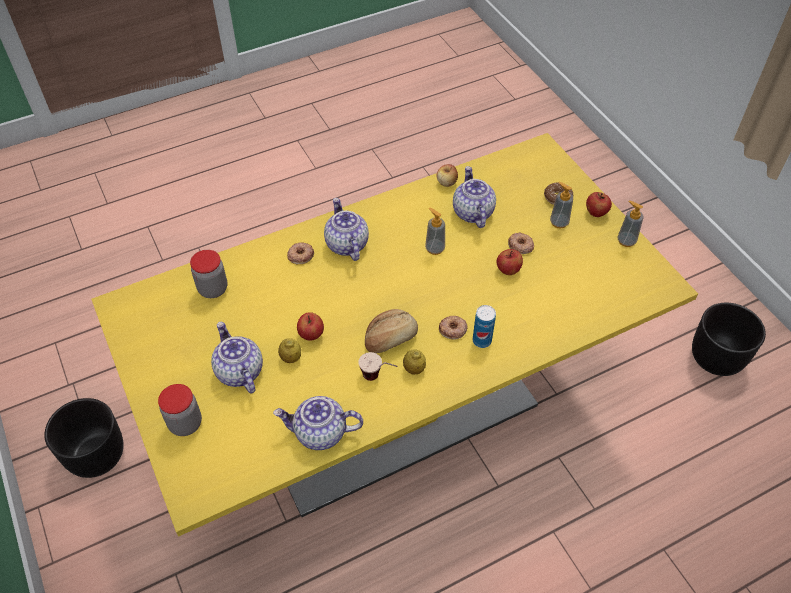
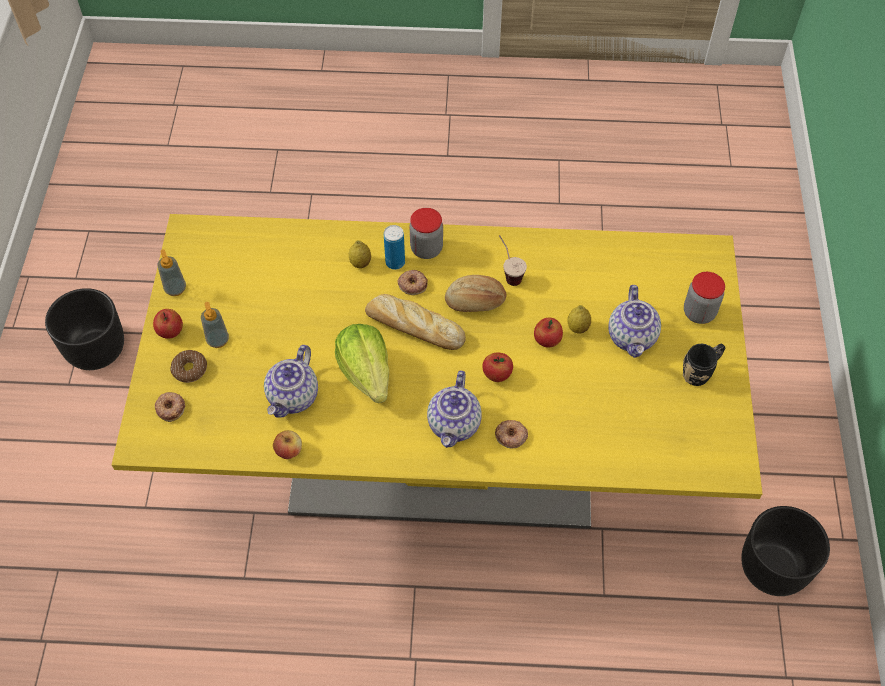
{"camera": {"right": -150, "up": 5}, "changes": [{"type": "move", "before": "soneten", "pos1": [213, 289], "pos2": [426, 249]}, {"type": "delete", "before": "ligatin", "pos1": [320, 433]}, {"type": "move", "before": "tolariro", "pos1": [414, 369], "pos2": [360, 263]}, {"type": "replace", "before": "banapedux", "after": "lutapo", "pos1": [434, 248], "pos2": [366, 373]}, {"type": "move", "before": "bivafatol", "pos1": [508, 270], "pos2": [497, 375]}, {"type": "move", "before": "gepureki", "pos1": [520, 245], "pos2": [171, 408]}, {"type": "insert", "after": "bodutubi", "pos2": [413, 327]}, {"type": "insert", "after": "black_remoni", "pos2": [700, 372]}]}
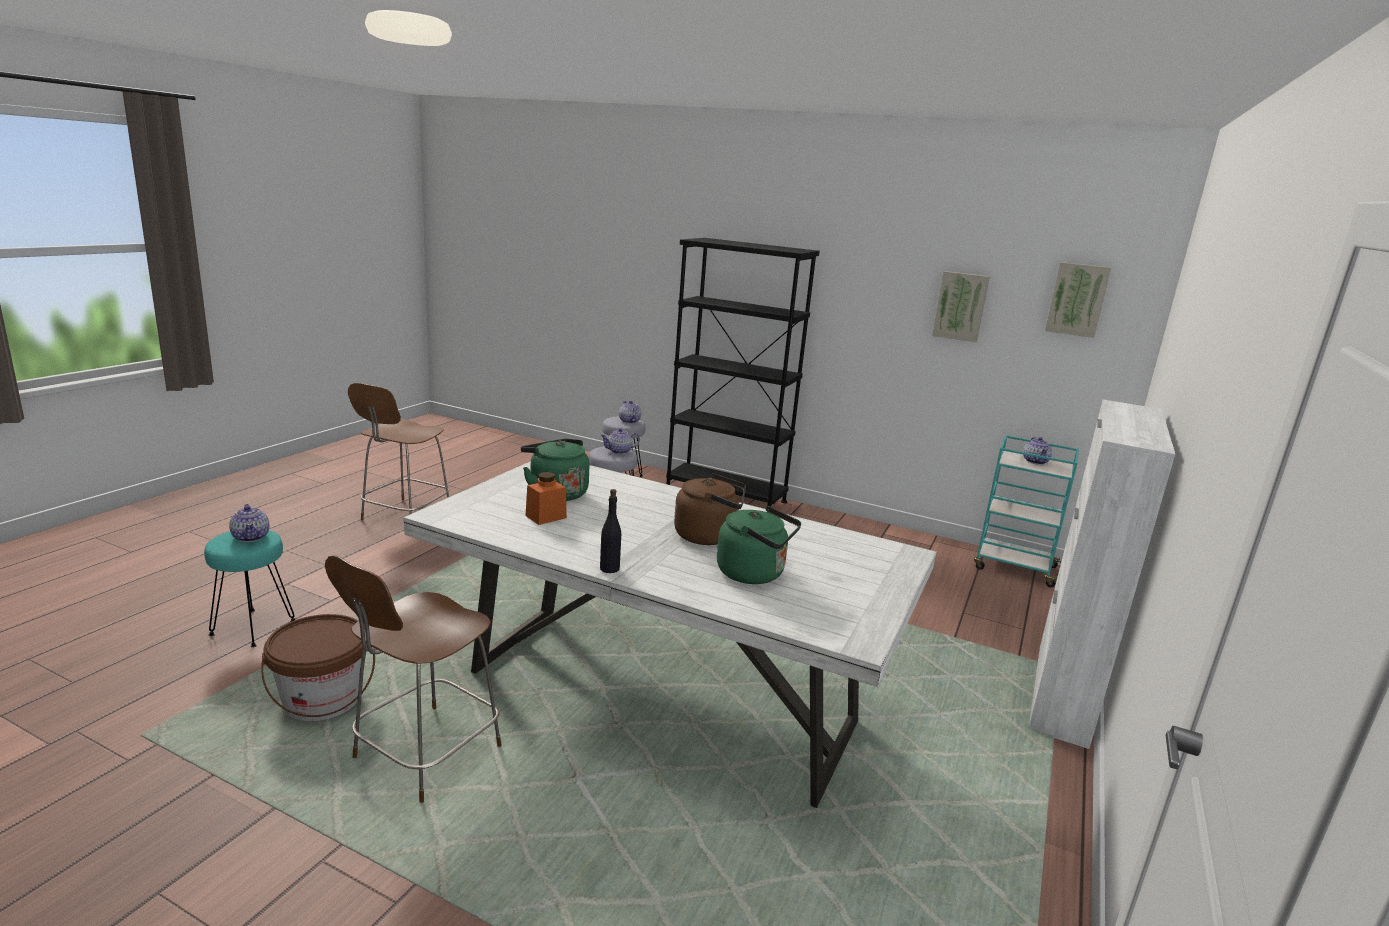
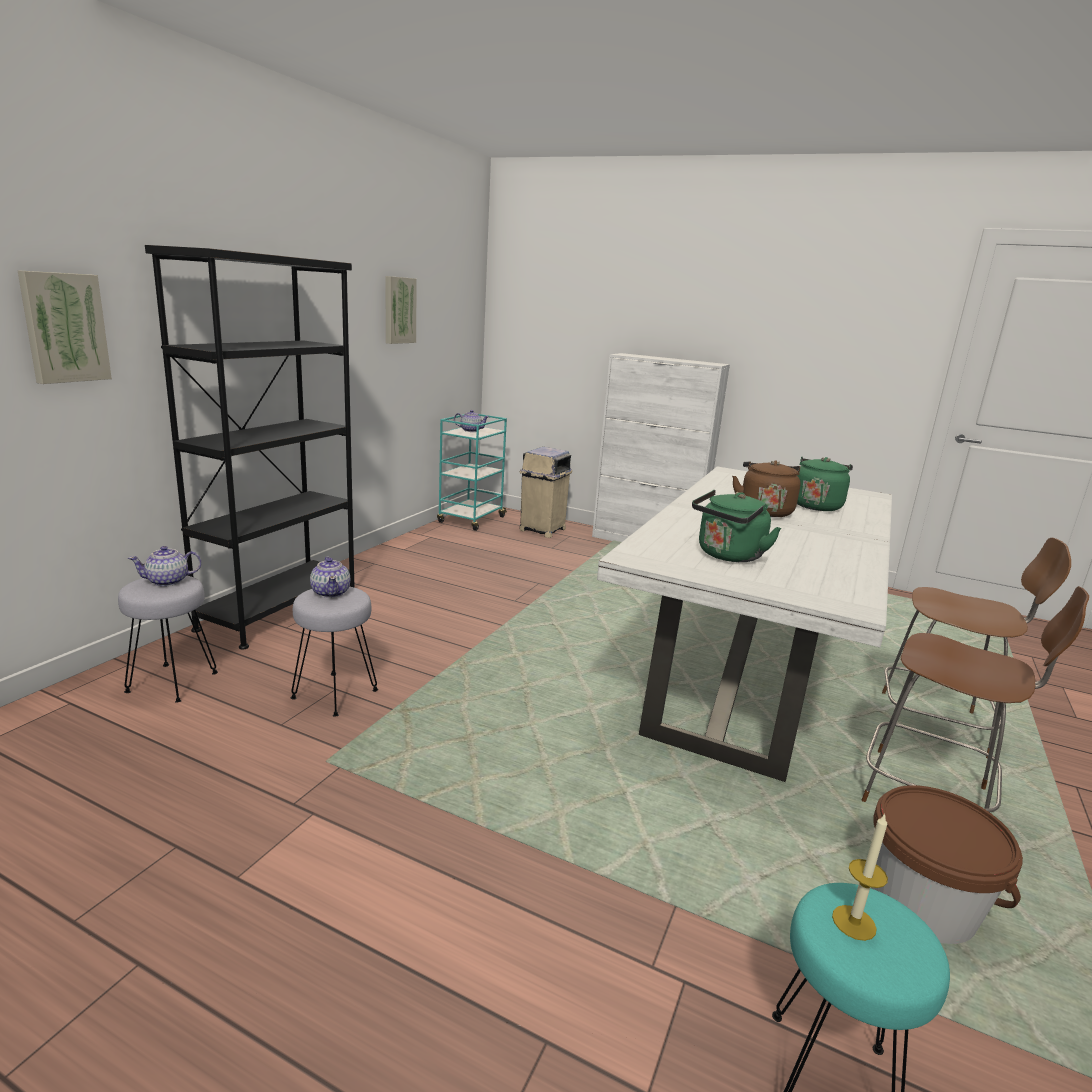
{"camera": {"right": -90, "up": 0}, "changes": [{"type": "replace", "before": "ligatin", "after": "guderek", "pos1": [251, 537], "pos2": [854, 922]}, {"type": "move", "before": "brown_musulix", "pos1": [404, 517], "pos2": [937, 726]}, {"type": "delete", "before": "orange_soneten", "pos1": [546, 517]}, {"type": "delete", "before": "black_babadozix", "pos1": [610, 568]}, {"type": "move", "before": "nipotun", "pos1": [1077, 299], "pos2": [64, 327]}, {"type": "insert", "after": "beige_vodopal", "pos2": [542, 530]}]}
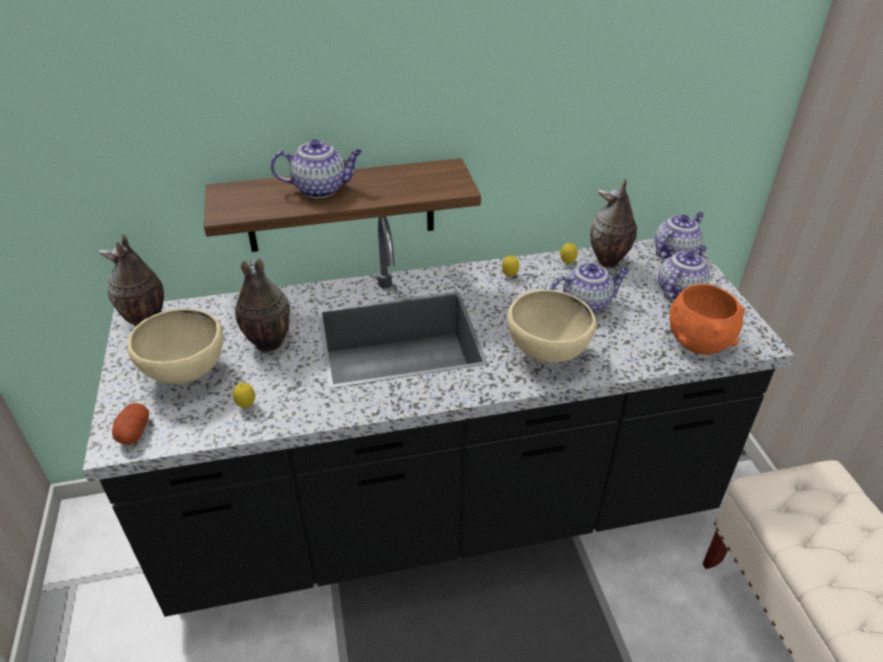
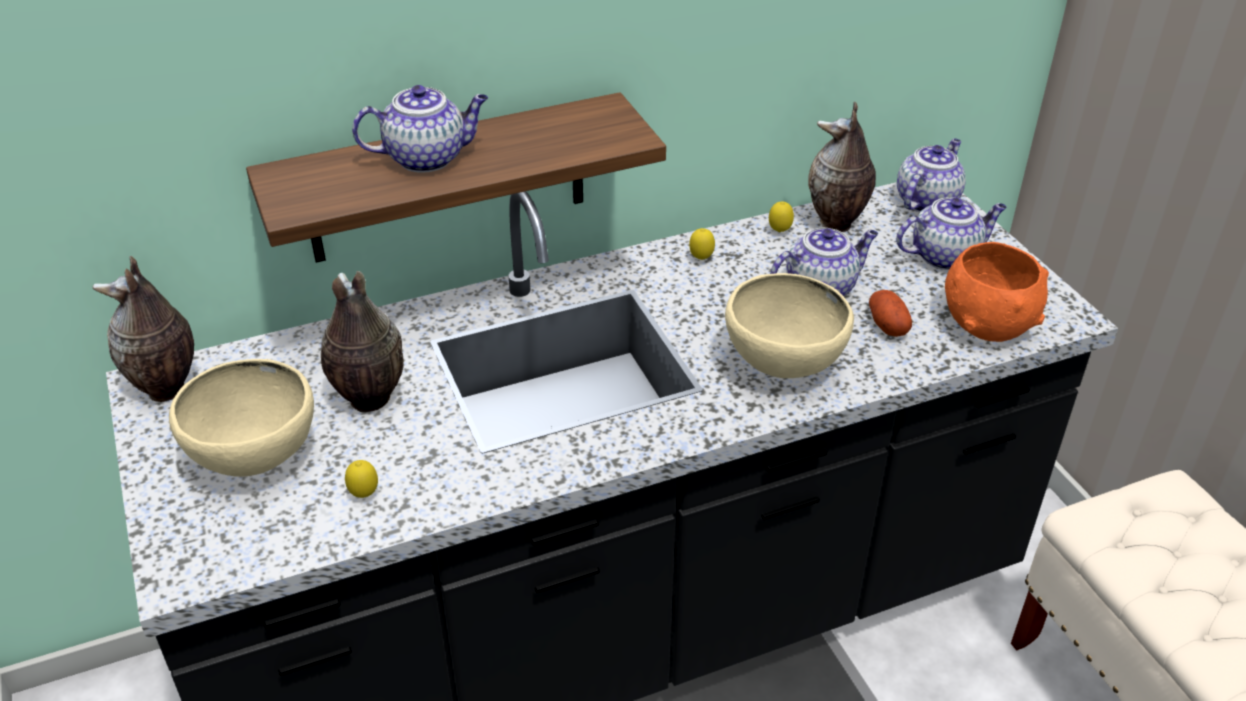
{"camera": {"right": -10, "up": 0}, "changes": [{"type": "move", "before": "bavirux", "pos1": [134, 431], "pos2": [887, 325]}, {"type": "rotate", "before": "ligatin", "pos1": [679, 291], "pos2": [945, 255], "turn": 45}]}
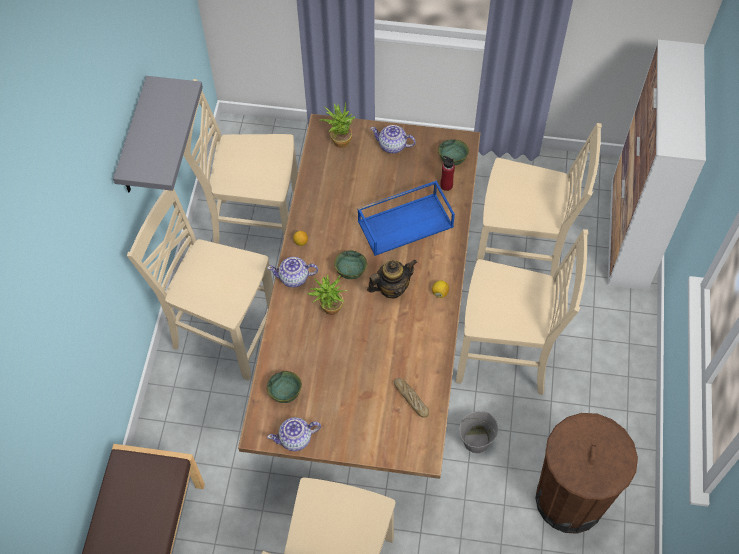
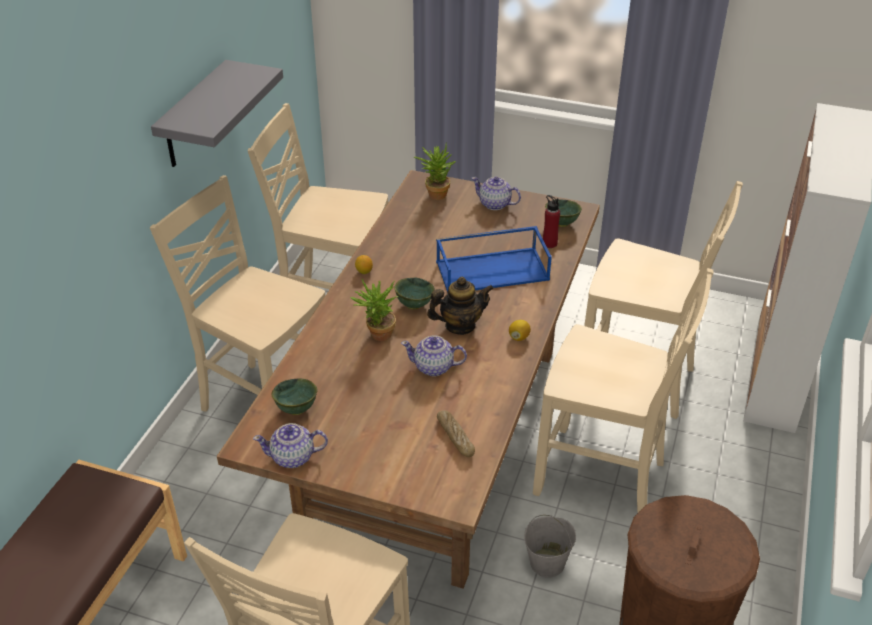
{"camera": {"right": 10, "up": -20}, "changes": [{"type": "move", "before": "ligatin", "pos1": [294, 278], "pos2": [434, 367]}]}
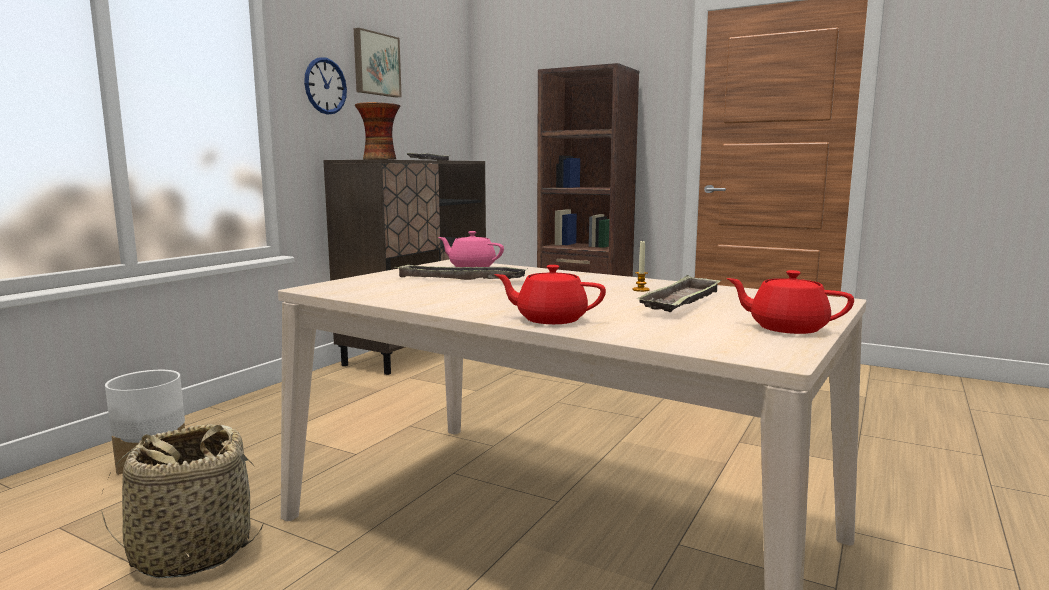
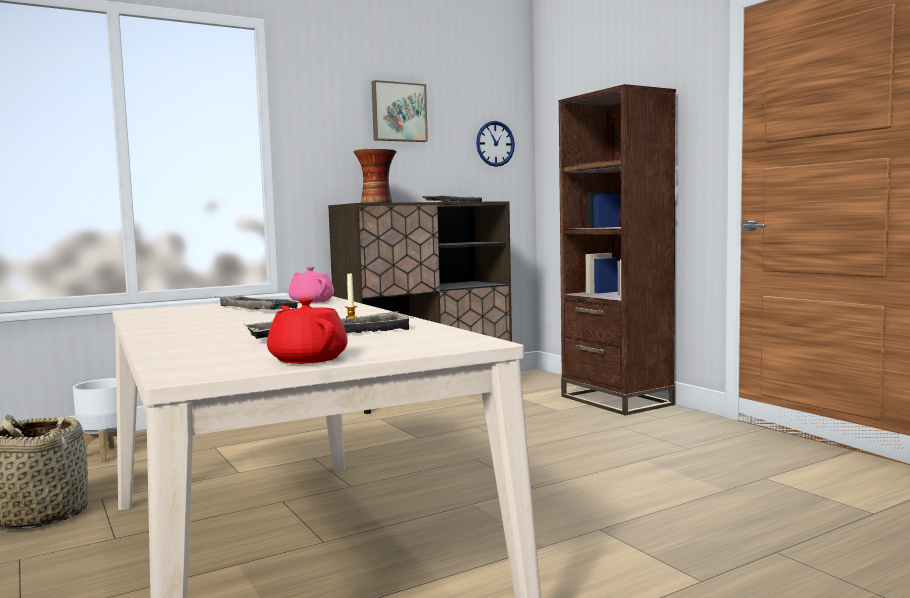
{"camera": {"right": 30, "up": -5}, "changes": [{"type": "move", "before": "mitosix", "pos1": [325, 86], "pos2": [495, 143]}, {"type": "delete", "before": "red_ligatin", "pos1": [550, 319]}]}
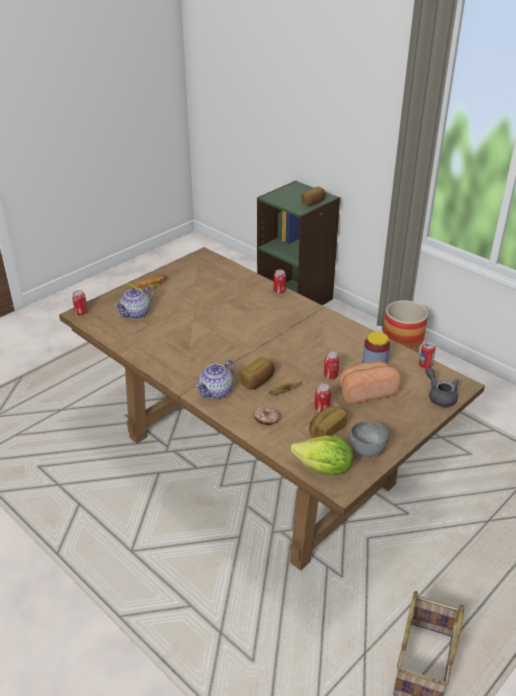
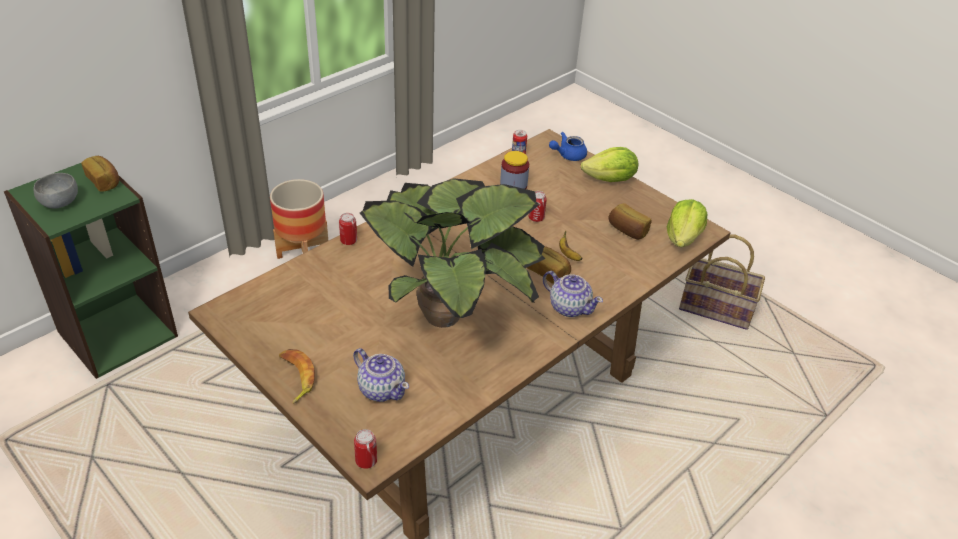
{"camera": {"right": -90, "up": 5}, "changes": [{"type": "delete", "before": "gepureki", "pos1": [266, 419]}, {"type": "delete", "before": "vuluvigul", "pos1": [322, 408]}, {"type": "delete", "before": "bodutubi", "pos1": [366, 391]}, {"type": "move", "before": "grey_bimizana", "pos1": [366, 449], "pos2": [60, 203]}, {"type": "recolor", "before": "grey_ligatin", "after": "blue_ligatin", "pos1": [440, 396], "pos2": [568, 155]}, {"type": "insert", "after": "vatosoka", "pos2": [450, 313]}, {"type": "insert", "after": "lutapo", "pos2": [610, 180]}]}
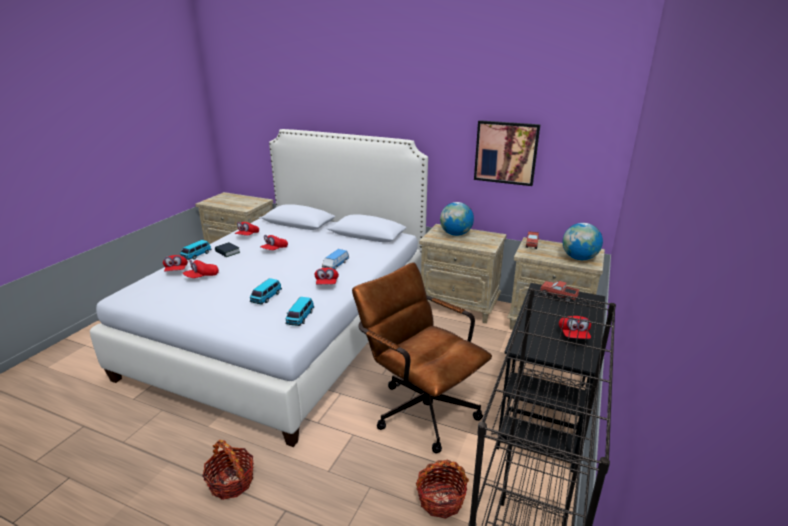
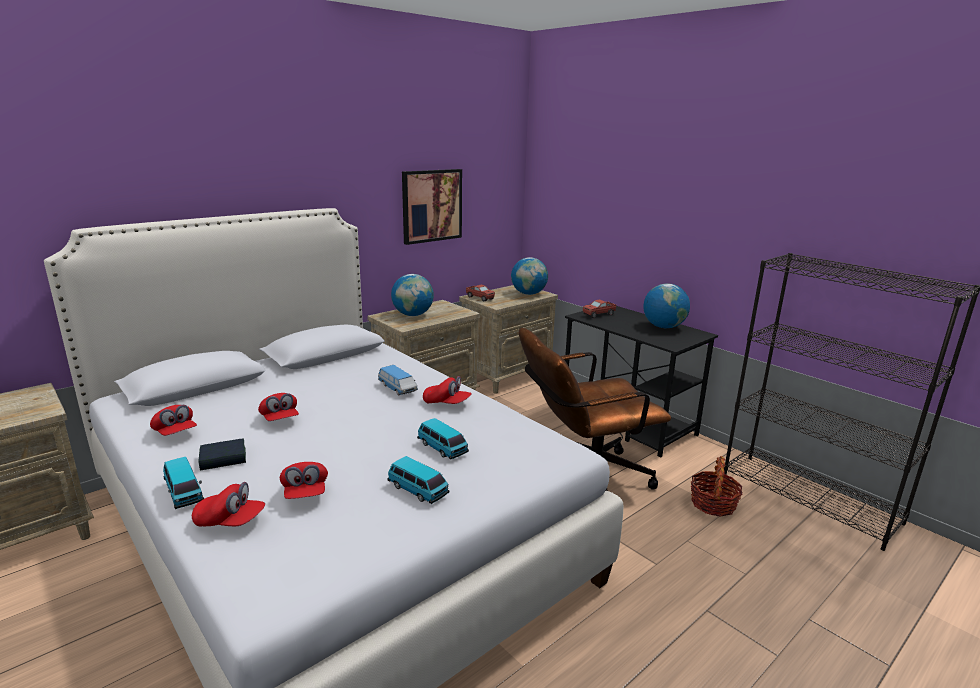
{"camera": {"right": -65, "up": -5}, "changes": [{"type": "delete", "before": "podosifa", "pos1": [231, 482]}, {"type": "move", "before": "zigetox", "pos1": [300, 317], "pos2": [418, 490]}, {"type": "replace", "before": "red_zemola", "after": "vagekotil", "pos1": [573, 335], "pos2": [663, 327]}]}
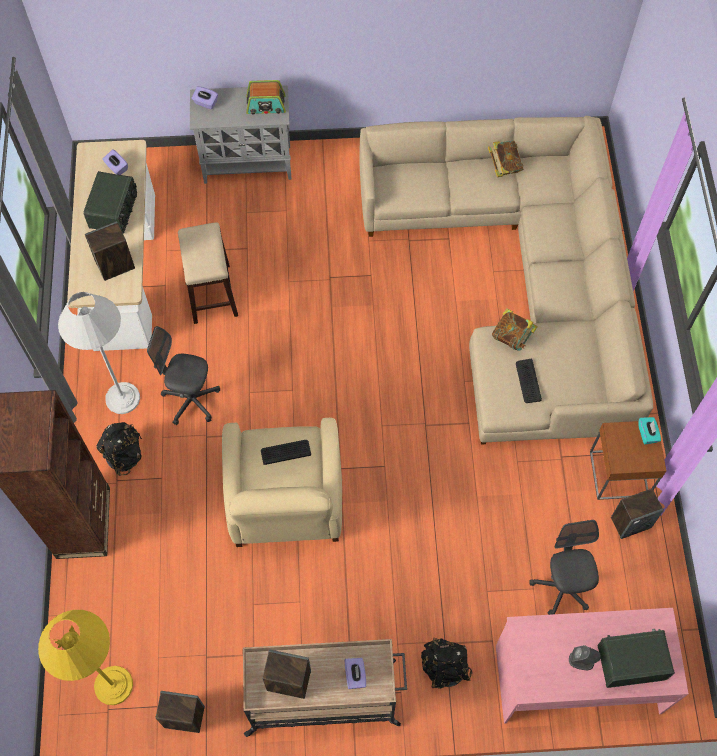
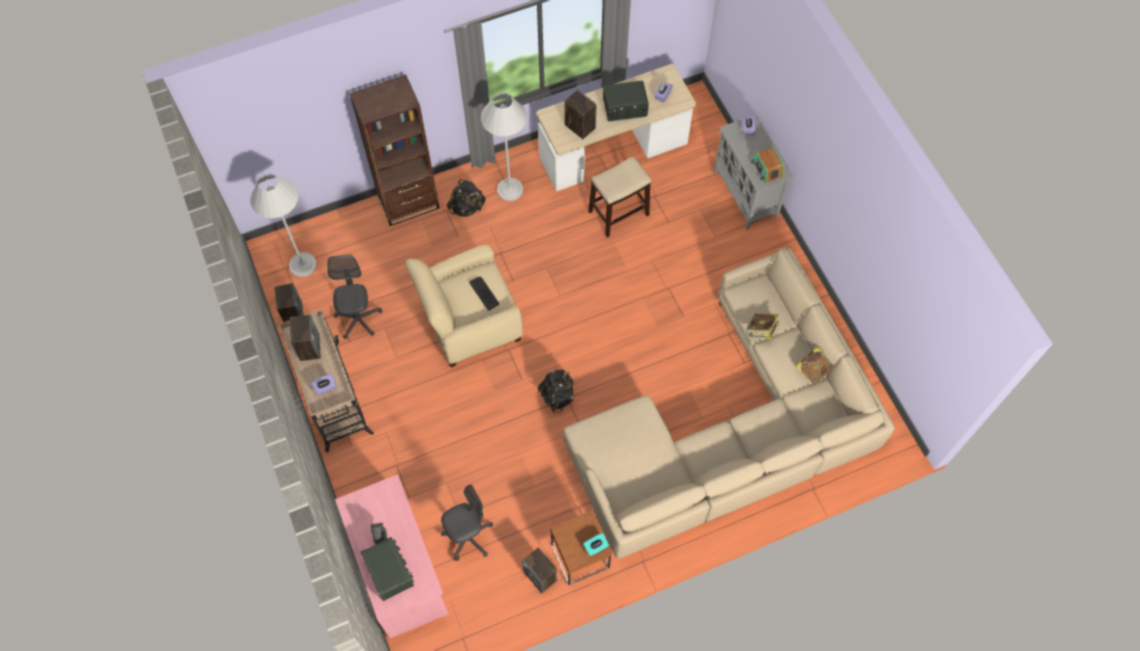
{"camera": {"right": 70, "up": 0}, "changes": [{"type": "recolor", "before": "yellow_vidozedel", "after": "white_vidozedel", "pos1": [113, 685], "pos2": [302, 264]}, {"type": "move", "before": "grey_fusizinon", "pos1": [191, 400], "pos2": [358, 319]}, {"type": "move", "before": "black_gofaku", "pos1": [444, 667], "pos2": [557, 395]}, {"type": "move", "before": "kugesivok", "pos1": [512, 337], "pos2": [760, 331]}, {"type": "delete", "before": "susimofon", "pos1": [528, 381]}]}
